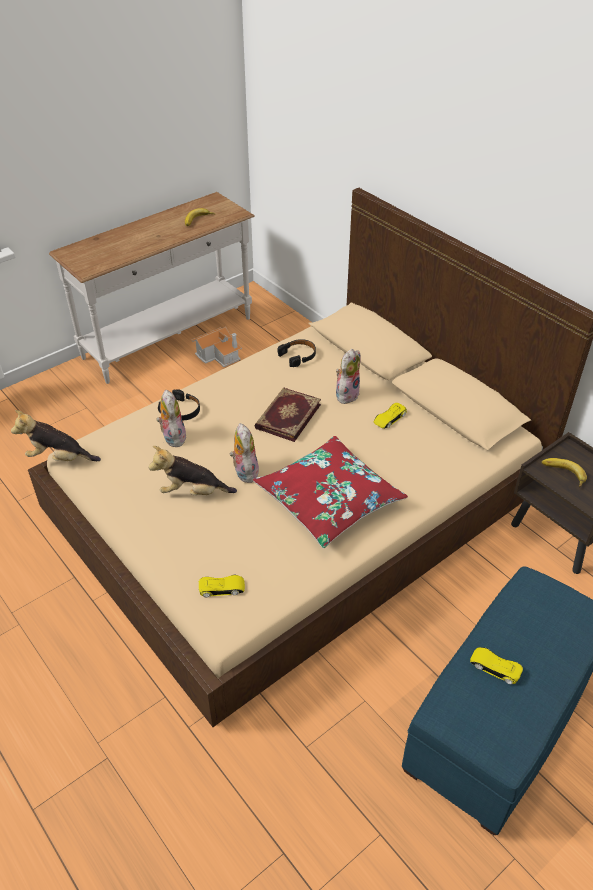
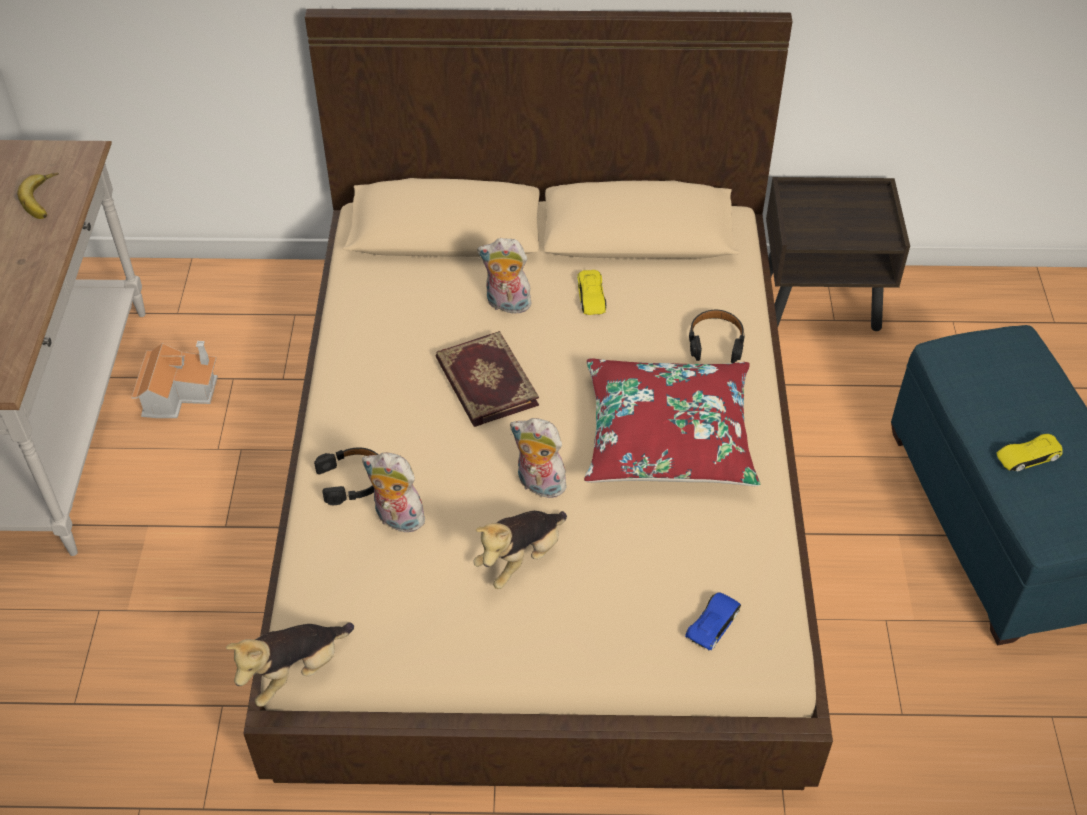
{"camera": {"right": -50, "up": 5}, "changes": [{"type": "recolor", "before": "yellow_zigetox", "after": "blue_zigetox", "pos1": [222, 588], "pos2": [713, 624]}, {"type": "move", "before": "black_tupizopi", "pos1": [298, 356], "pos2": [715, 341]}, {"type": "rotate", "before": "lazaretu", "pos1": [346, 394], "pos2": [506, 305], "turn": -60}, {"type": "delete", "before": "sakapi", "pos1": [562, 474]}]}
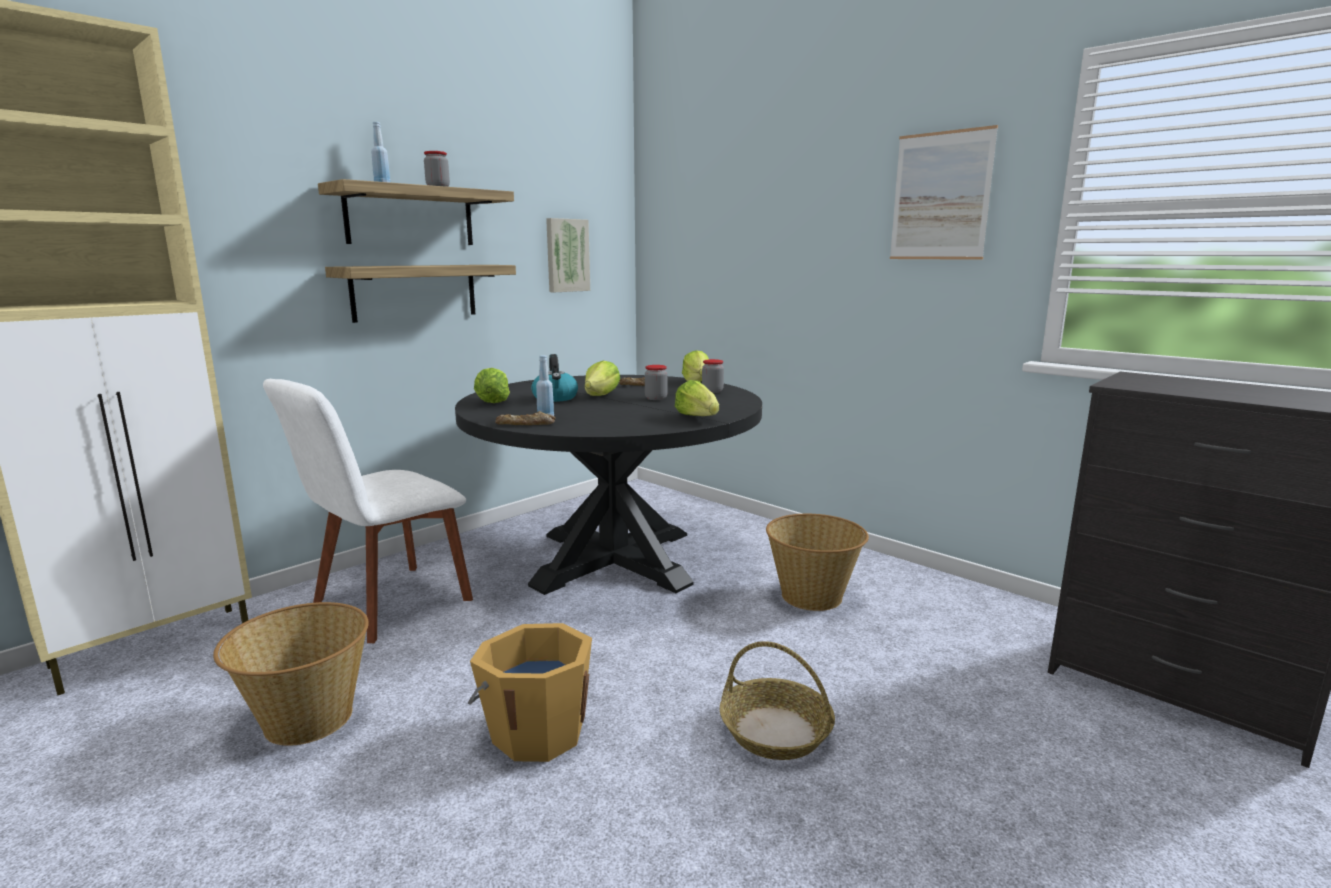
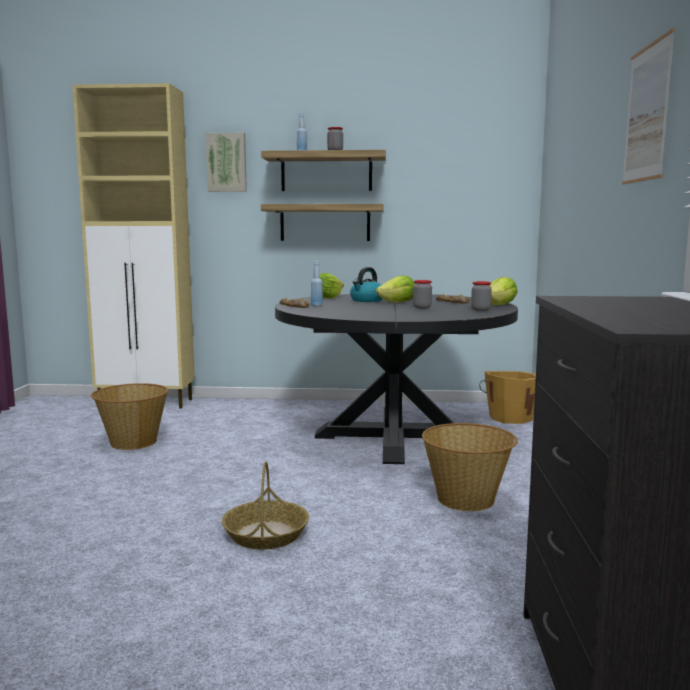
{"camera": {"right": 50, "up": -5}, "changes": [{"type": "delete", "before": "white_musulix", "pos1": [385, 604]}, {"type": "move", "before": "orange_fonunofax", "pos1": [536, 731], "pos2": [510, 417]}, {"type": "move", "before": "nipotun", "pos1": [566, 255], "pos2": [227, 162]}, {"type": "delete", "before": "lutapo", "pos1": [697, 417]}]}
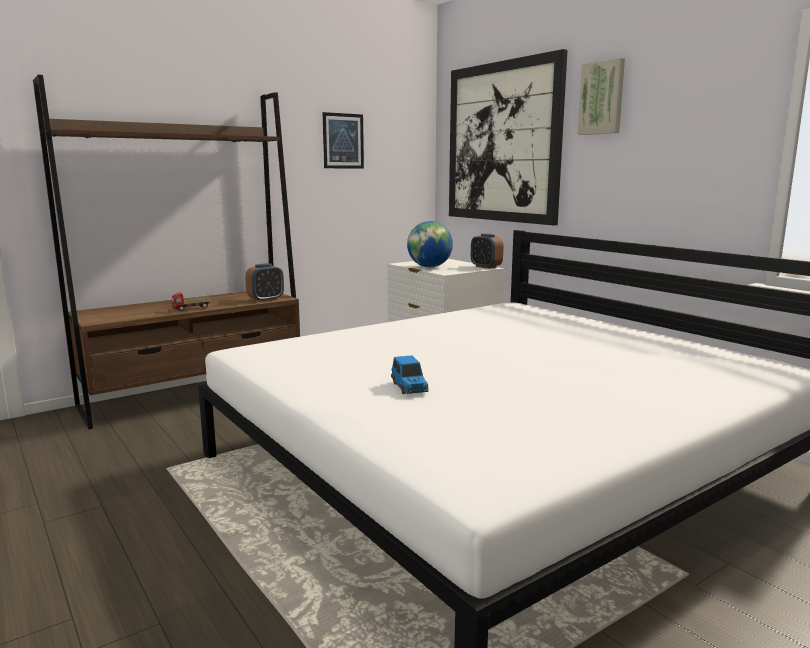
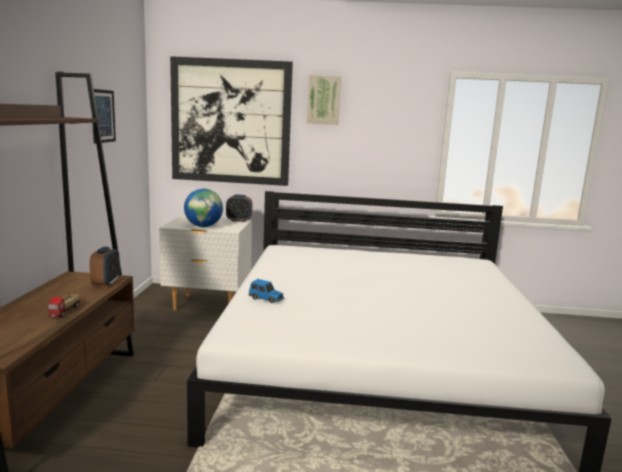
{"camera": {"right": -50, "up": 0}, "changes": [{"type": "move", "before": "zigetox", "pos1": [409, 387], "pos2": [266, 299]}]}
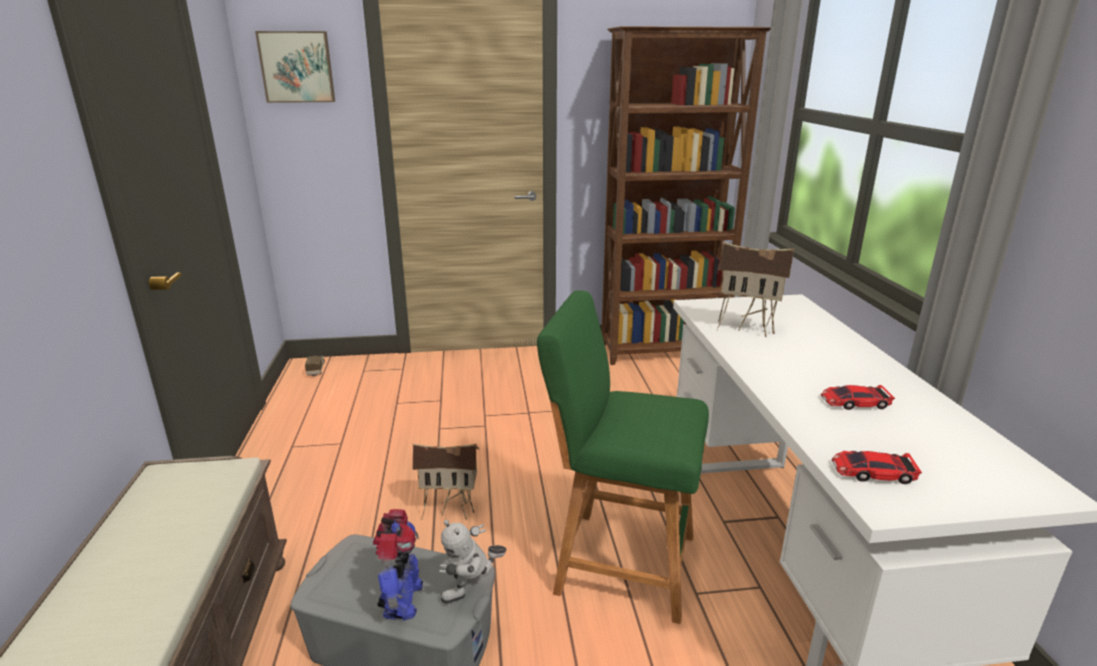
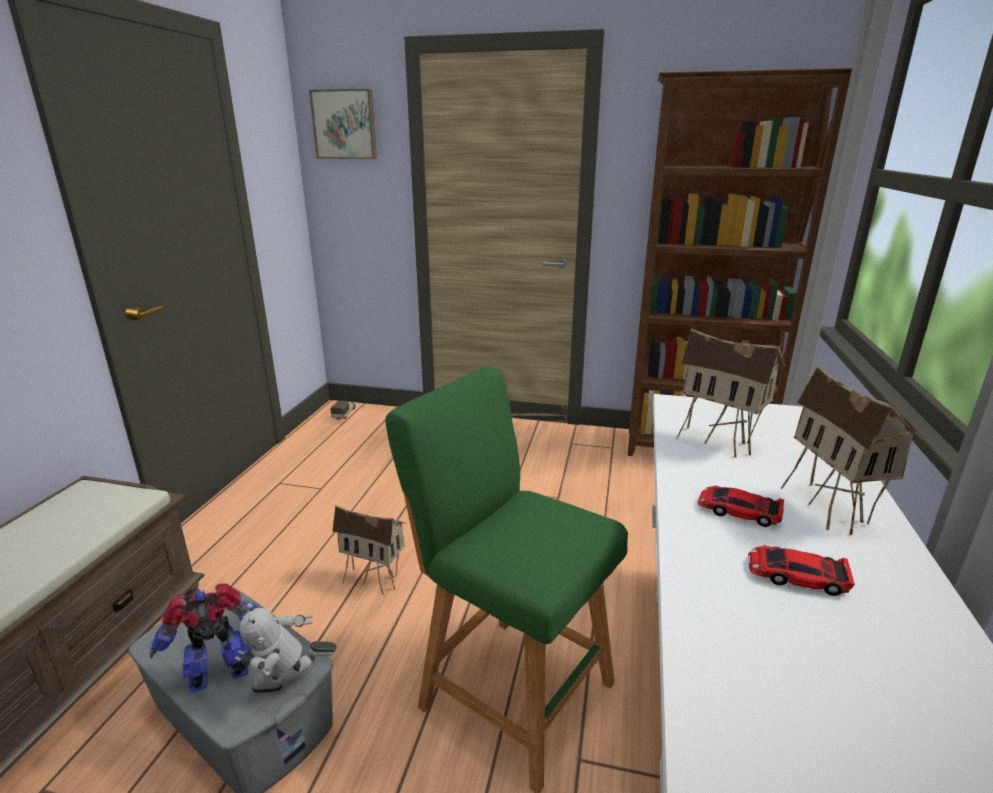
{"camera": {"right": 20, "up": 0}, "changes": [{"type": "rotate", "before": "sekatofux", "pos1": [401, 601], "pos2": [221, 675], "turn": -135}, {"type": "move", "before": "zigetox", "pos1": [873, 472], "pos2": [738, 511]}, {"type": "insert", "after": "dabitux", "pos2": [830, 509]}]}
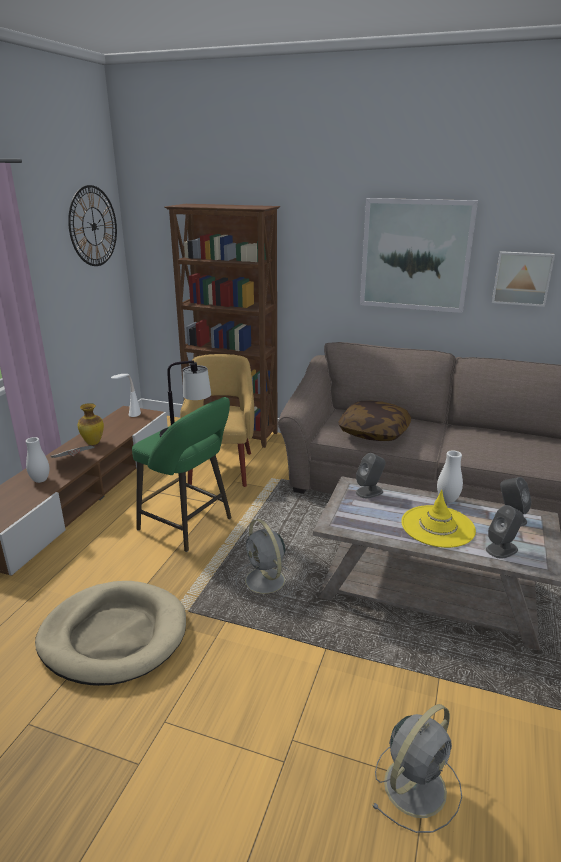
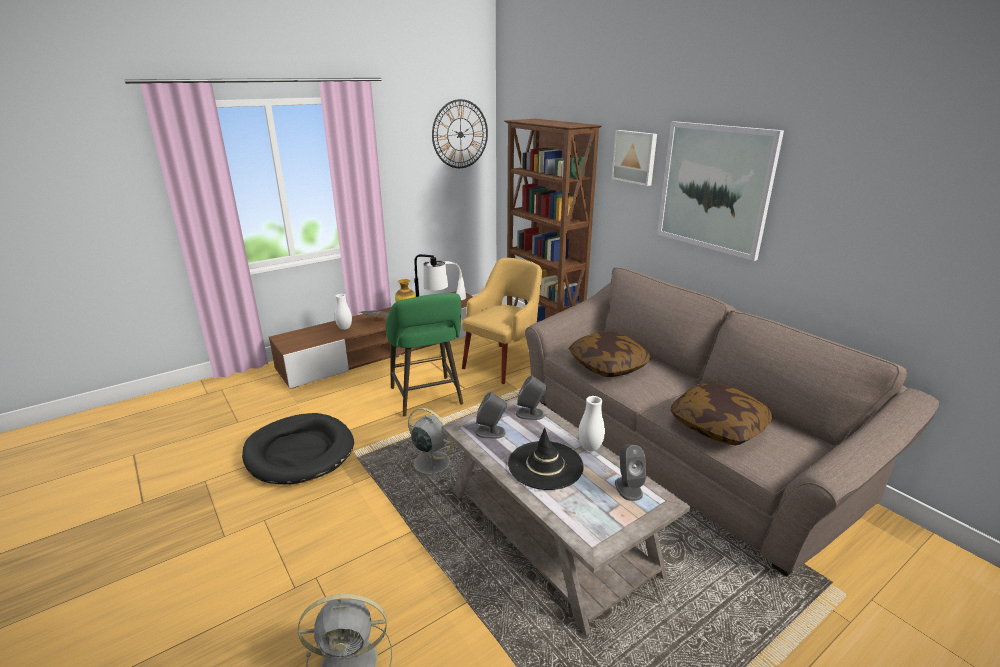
{"camera": {"right": 35, "up": 0}, "changes": [{"type": "recolor", "before": "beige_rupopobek", "after": "black_rupopobek", "pos1": [114, 635], "pos2": [299, 452]}, {"type": "rotate", "before": "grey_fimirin", "pos1": [266, 582], "pos2": [430, 462], "turn": 120}, {"type": "recolor", "before": "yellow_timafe", "after": "black_timafe", "pos1": [437, 526], "pos2": [545, 465]}, {"type": "move", "before": "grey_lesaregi", "pos1": [502, 549], "pos2": [491, 432]}, {"type": "move", "before": "nipotun", "pos1": [522, 278], "pos2": [635, 157]}, {"type": "insert", "after": "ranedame", "pos2": [718, 426]}]}
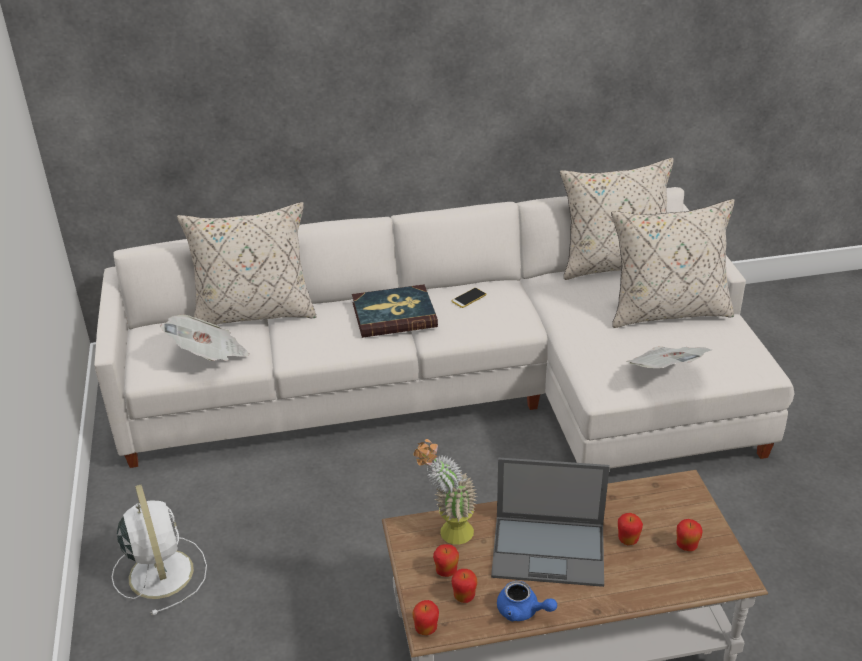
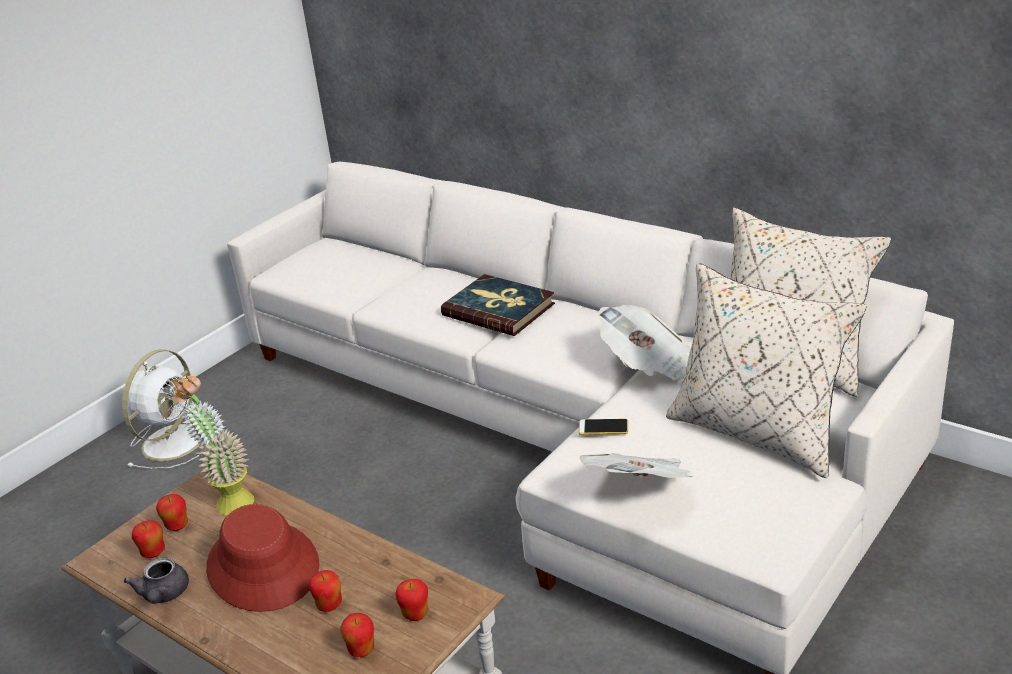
{"camera": {"right": 50, "up": -5}, "changes": [{"type": "move", "before": "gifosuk", "pos1": [209, 355], "pos2": [647, 365]}, {"type": "delete", "before": "beige_ranedame", "pos1": [254, 313]}, {"type": "move", "before": "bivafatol", "pos1": [426, 629], "pos2": [415, 614]}, {"type": "move", "before": "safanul", "pos1": [469, 298], "pos2": [603, 427]}, {"type": "replace", "before": "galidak", "after": "red_timafe", "pos1": [550, 550], "pos2": [264, 566]}, {"type": "recolor", "before": "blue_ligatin", "after": "grey_ligatin", "pos1": [522, 611], "pos2": [163, 595]}]}
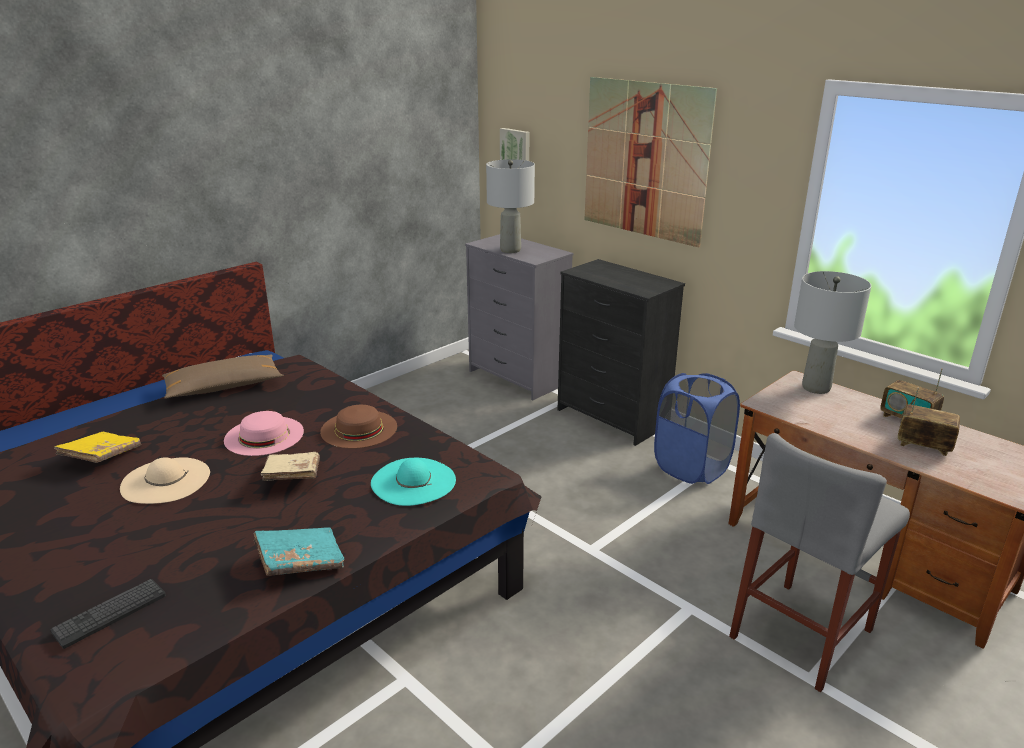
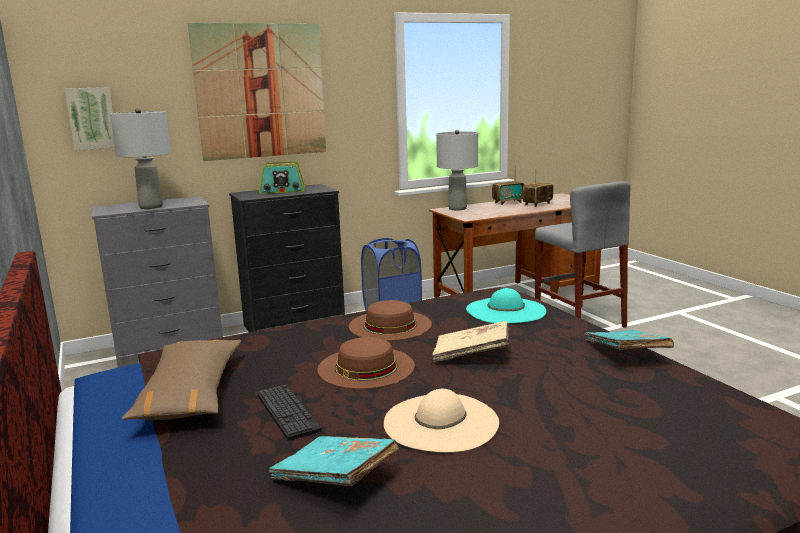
{"camera": {"right": -70, "up": -10}, "changes": [{"type": "move", "before": "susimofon", "pos1": [110, 613], "pos2": [287, 412]}, {"type": "recolor", "before": "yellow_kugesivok", "after": "turquoise_kugesivok", "pos1": [101, 457], "pos2": [335, 477]}, {"type": "recolor", "before": "pink_timafe", "after": "brown_timafe", "pos1": [264, 435], "pos2": [366, 367]}, {"type": "insert", "after": "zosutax", "pos2": [282, 190]}]}
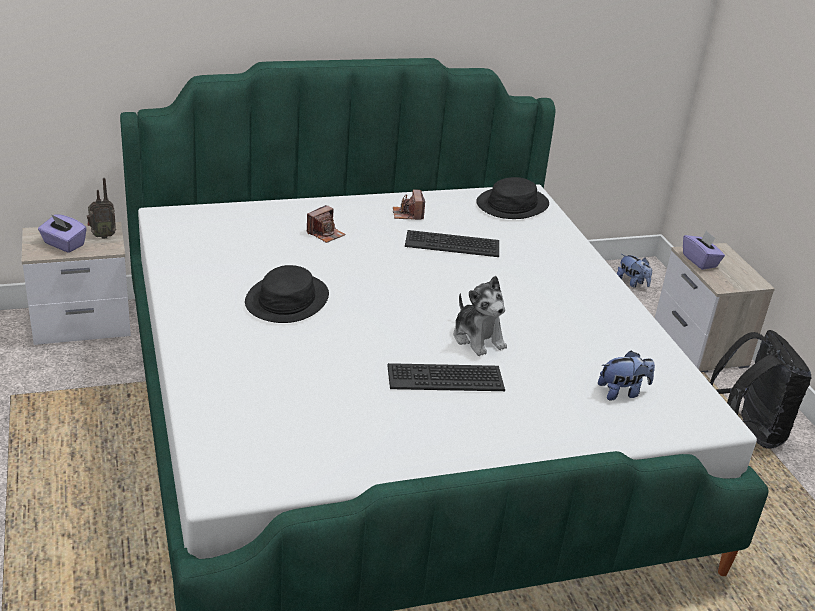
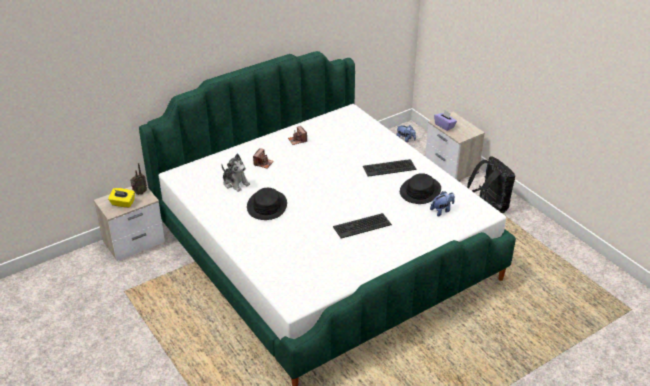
{"camera": {"right": -15, "up": 5}, "changes": [{"type": "recolor", "before": "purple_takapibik", "after": "yellow_takapibik", "pos1": [63, 244], "pos2": [123, 203]}, {"type": "move", "before": "susimofon", "pos1": [452, 244], "pos2": [389, 168]}, {"type": "move", "before": "lazaretu", "pos1": [478, 338], "pos2": [235, 183]}, {"type": "move", "before": "black_timafe", "pos1": [512, 204], "pos2": [420, 191]}]}
